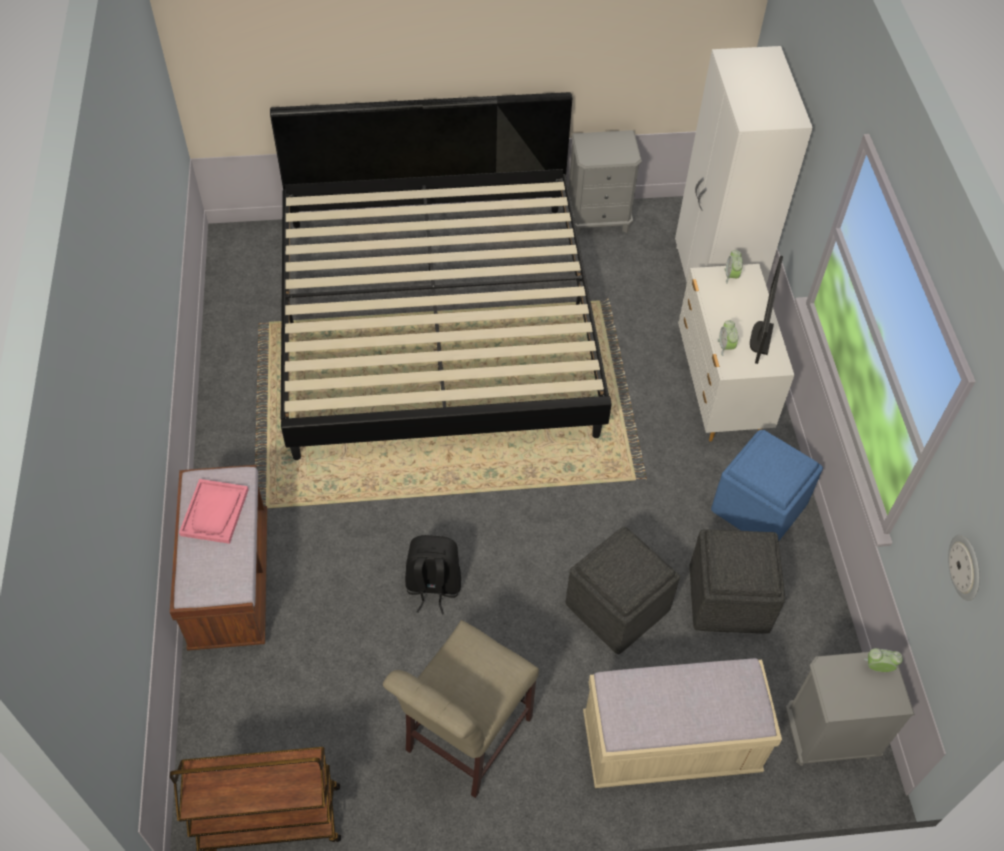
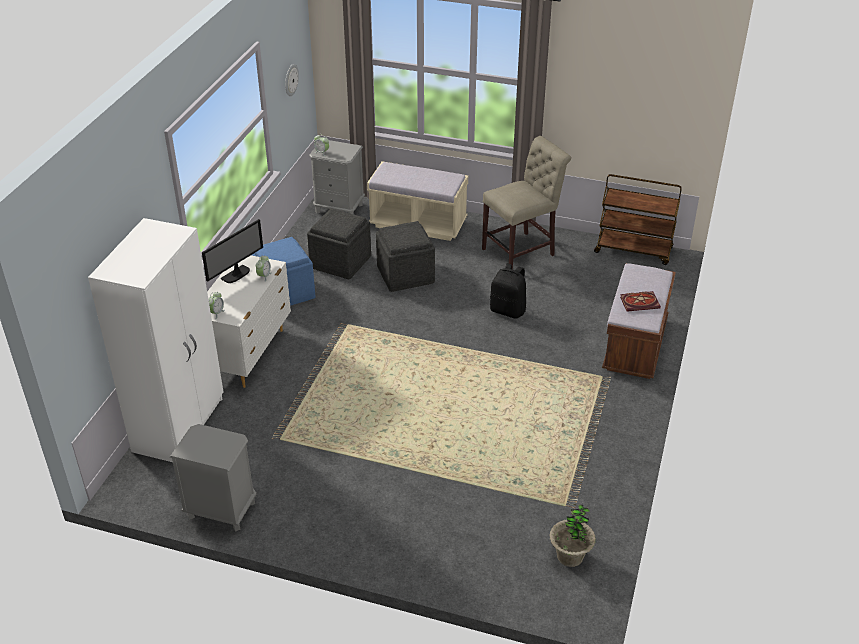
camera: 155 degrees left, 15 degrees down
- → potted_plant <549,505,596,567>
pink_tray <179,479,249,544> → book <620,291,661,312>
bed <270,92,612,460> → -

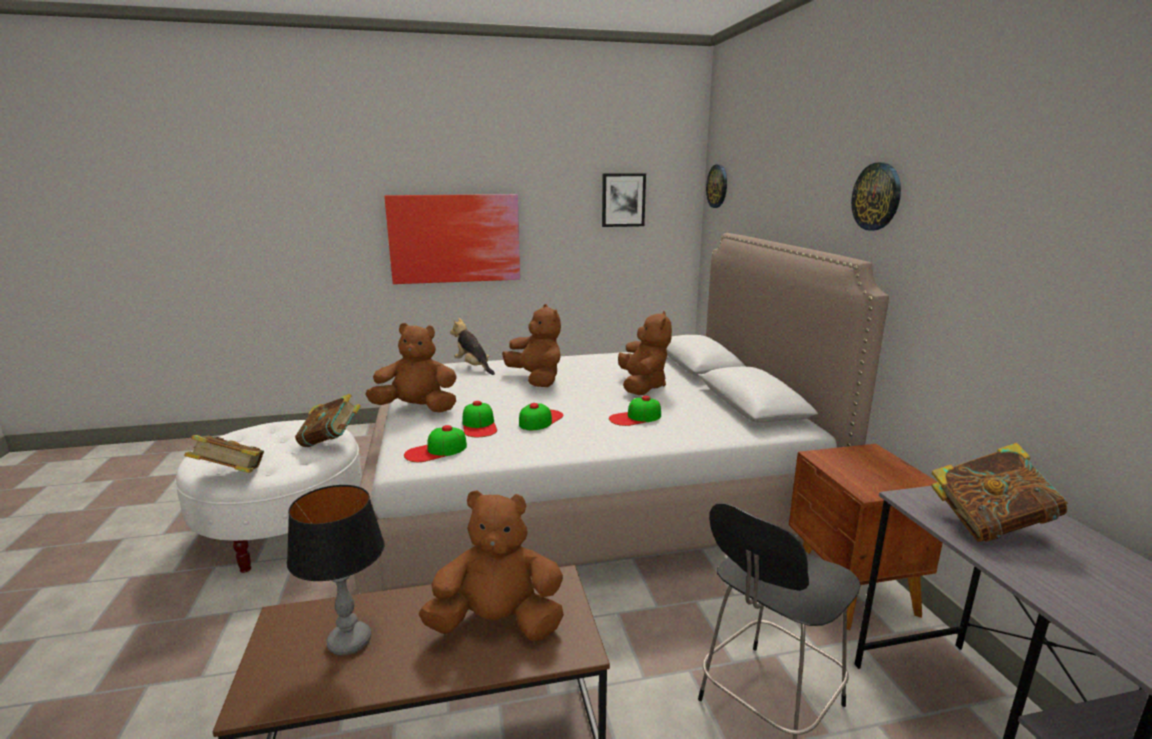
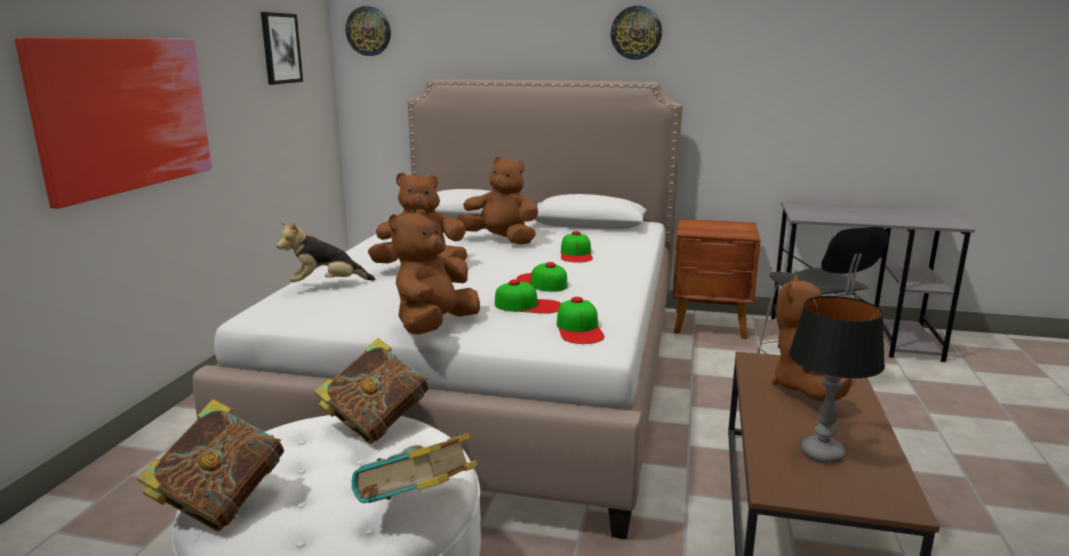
camera: 65 degrees left, 0 degrees up
book <932,443,1068,542> → book <137,399,284,531>, shifted

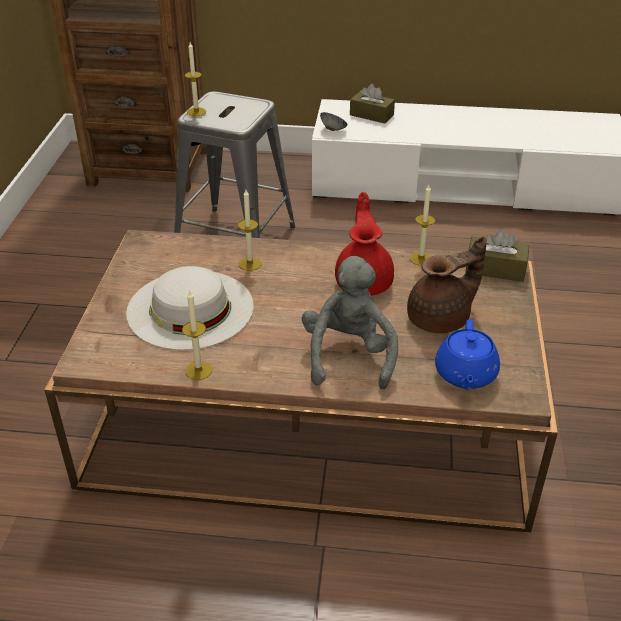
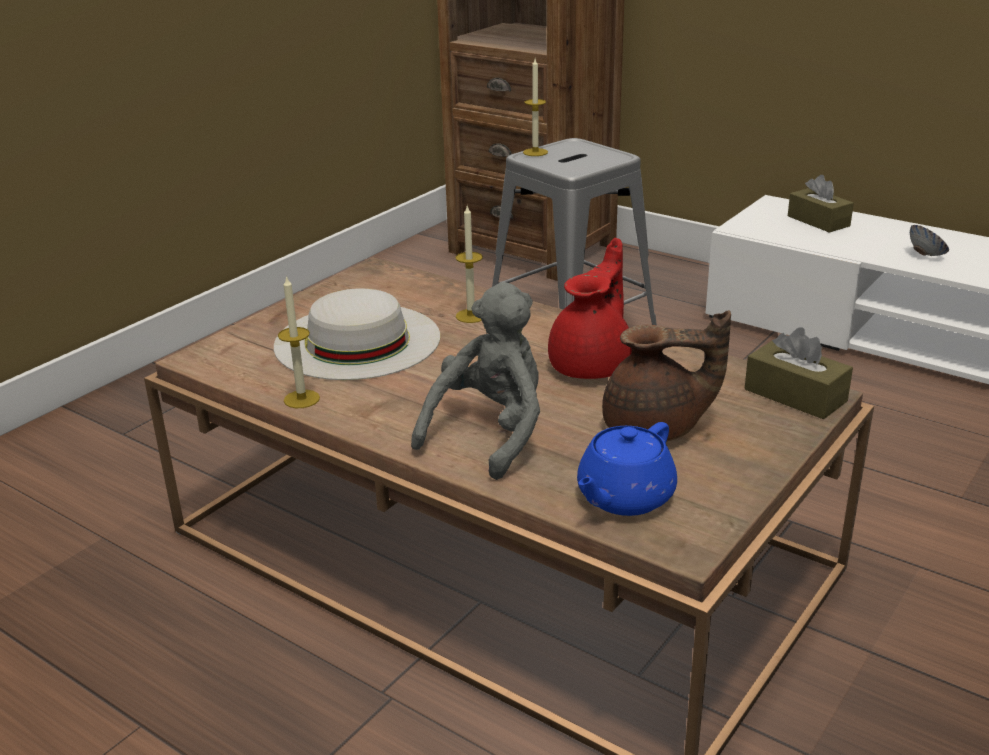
camera: 30 degrees right, 10 degrees down
bowl <320,112,348,131> → bowl <910,225,949,256>, shifted
candle <410,185,435,266> → -

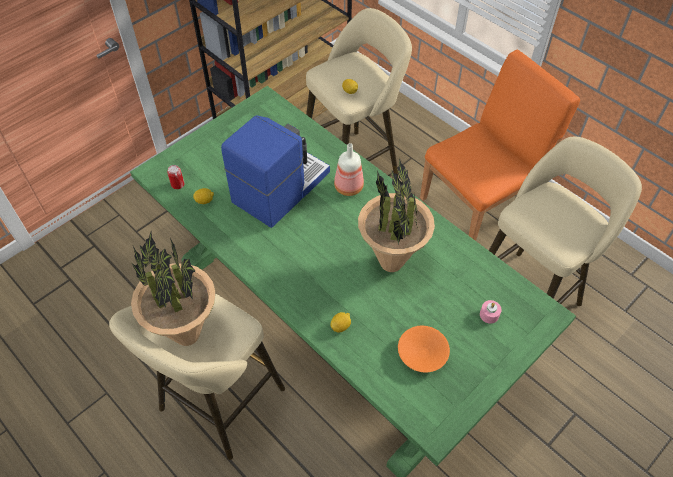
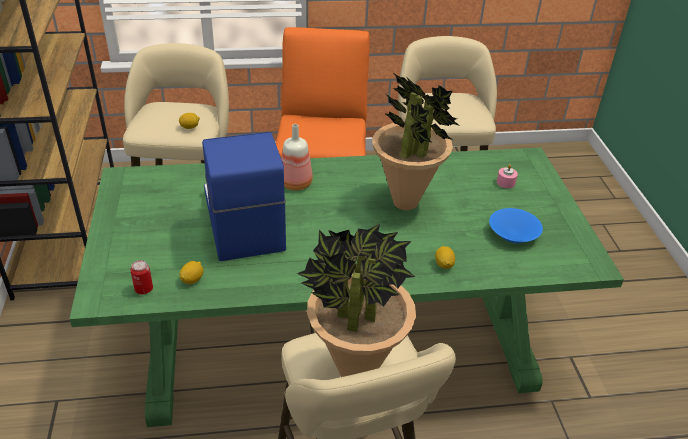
camera: 55 degrees left, 15 degrees down
orange_bowl <398,326,450,372> → blue_bowl <489,208,543,243>

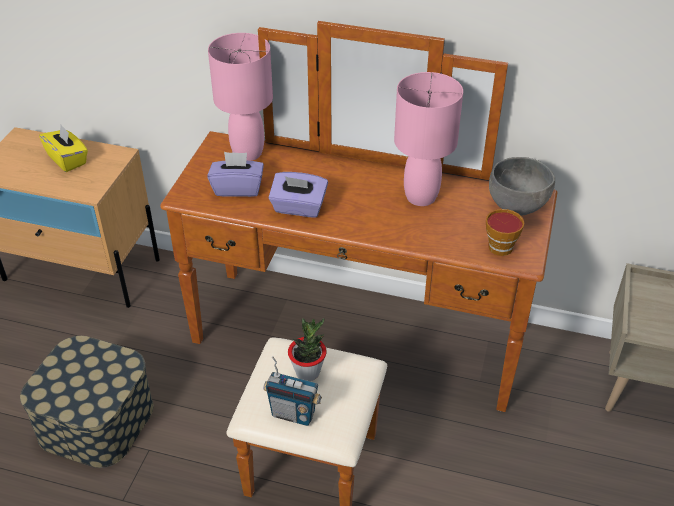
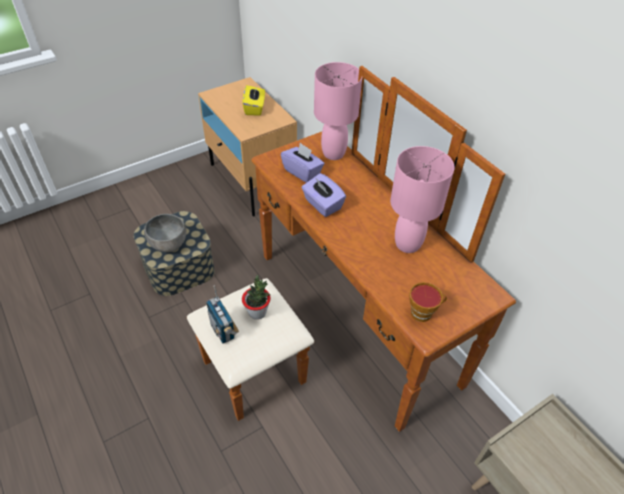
camera: 40 degrees right, 5 degrees up
grey_bowl <489,157,555,216> → grey_bowl <144,214,187,252>, shifted

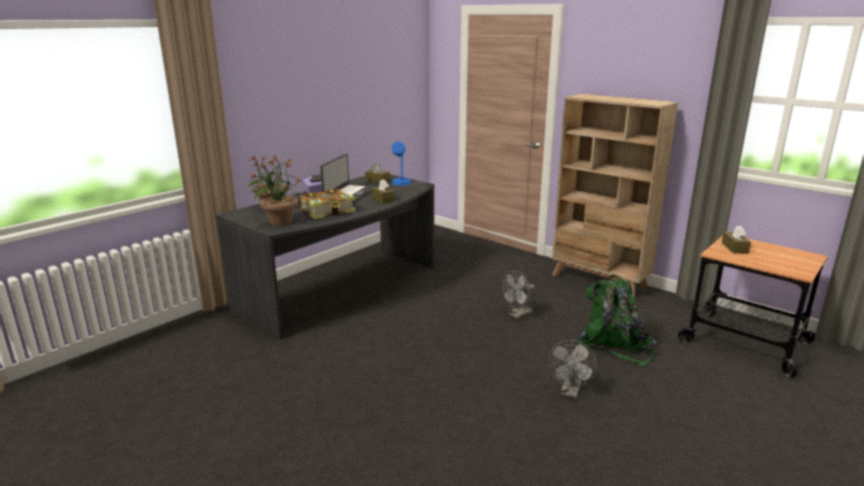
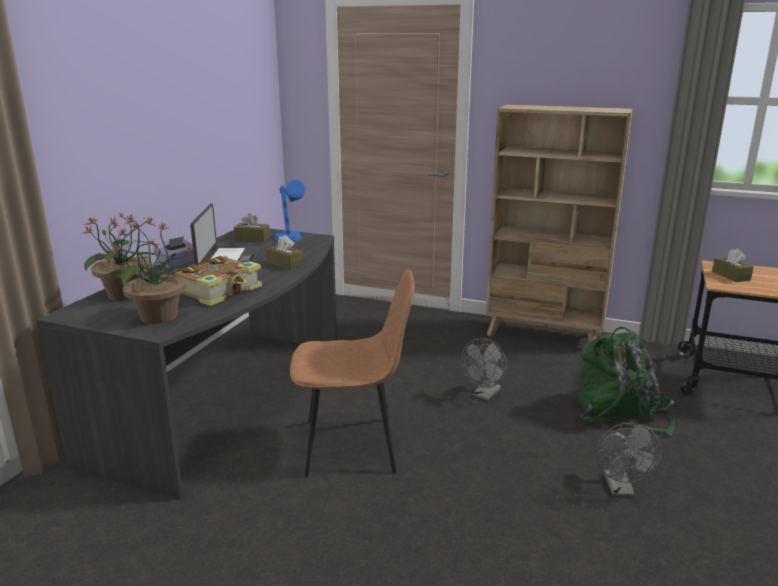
camera: 20 degrees left, 0 degrees up
- → brown_chair <290,269,415,477>

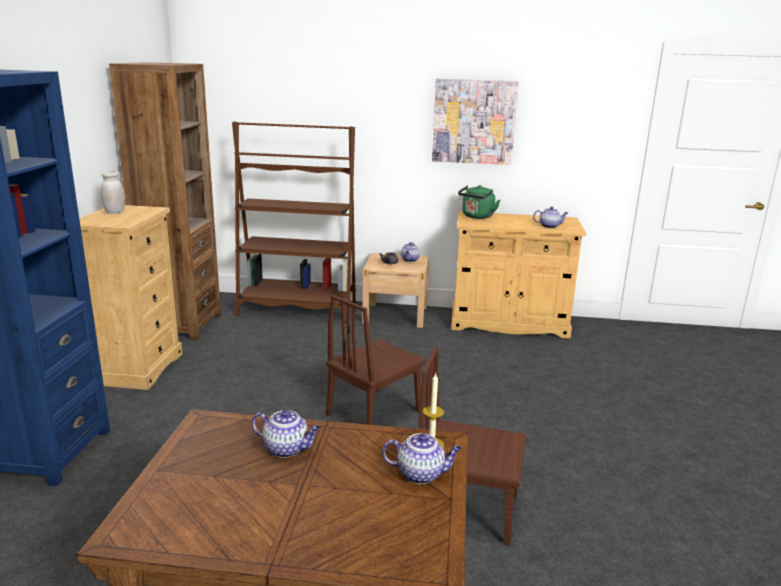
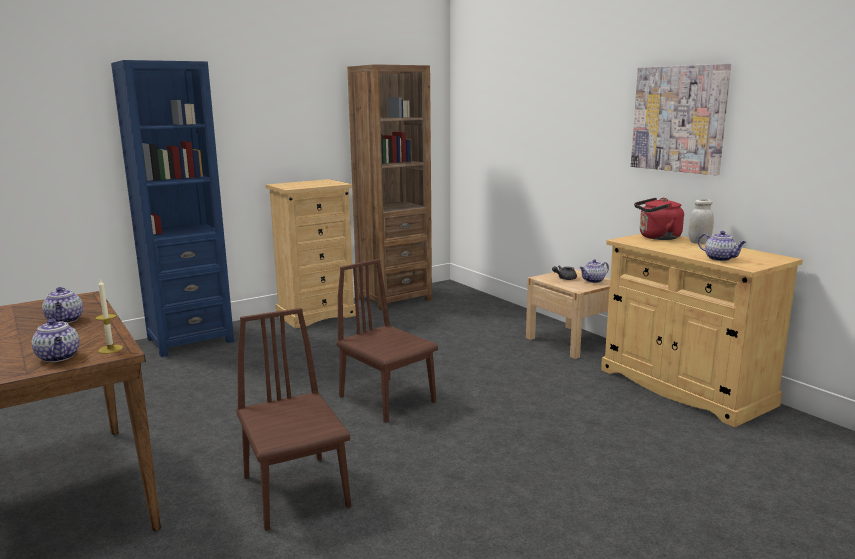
camera: 50 degrees right, 5 degrees down
brown_chair <326,295,426,425> → brown_chair <336,259,438,423>, 45 degrees clockwise
green_kettle <458,185,500,219> → red_kettle <634,198,684,240>
white_jar <101,171,125,214> → white_jar <688,199,714,244>, shifted
brown_bookcase <232,122,356,324> → -

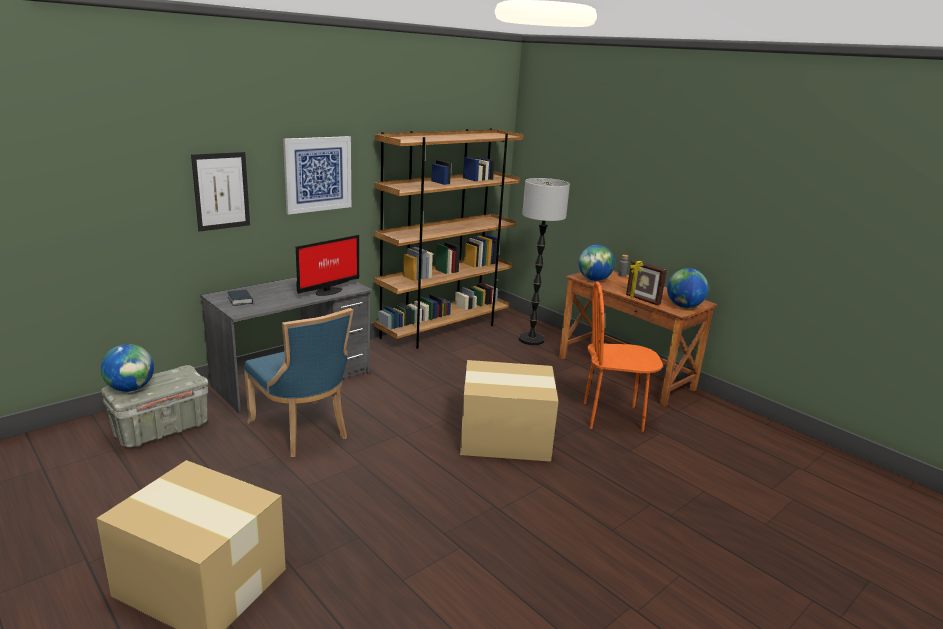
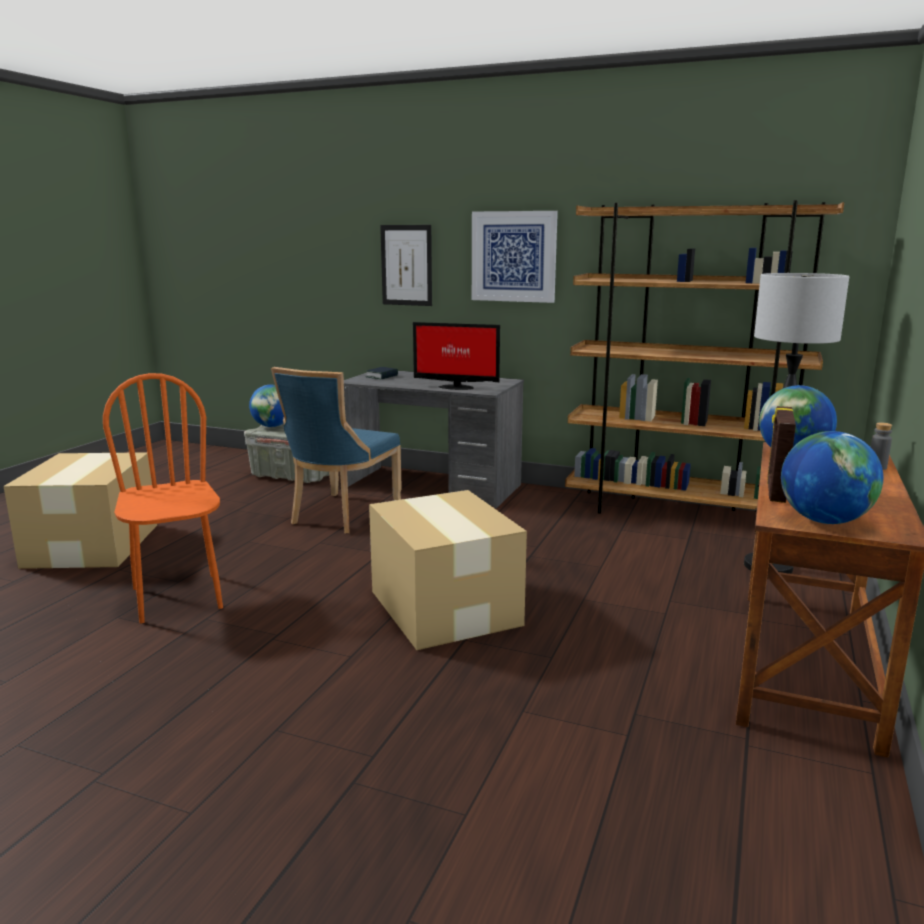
camera: 65 degrees right, 5 degrees down
orange_chair <584,282,663,432> → orange_chair <103,373,223,623>, shifted

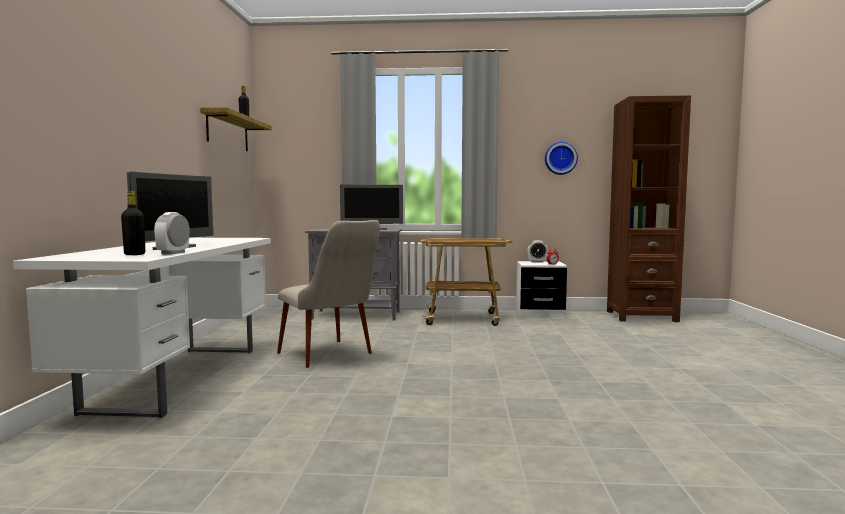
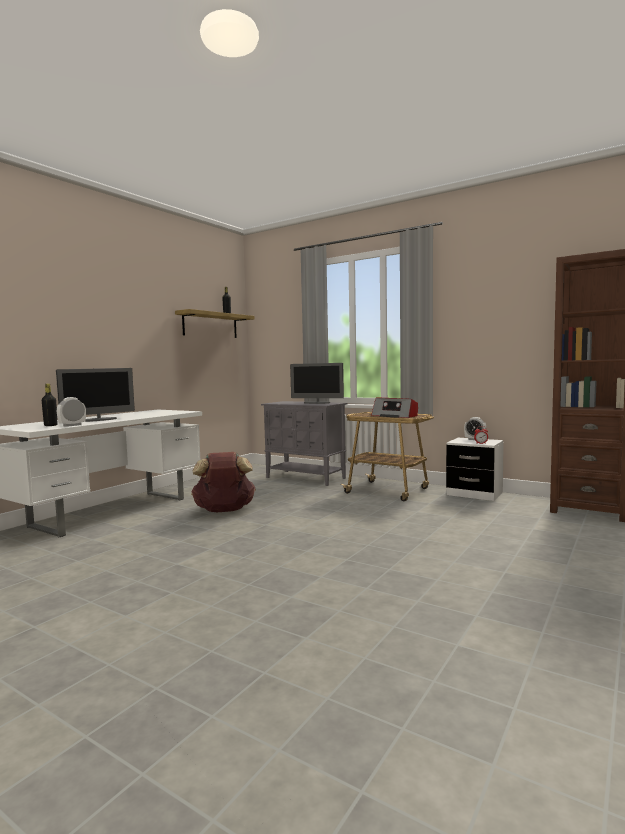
camera: 30 degrees right, 0 degrees up
beige_chair <277,220,380,368> → brown_backpack <191,452,256,512>
- → radio <371,398,418,418>
wall_clock <545,142,578,175> → -

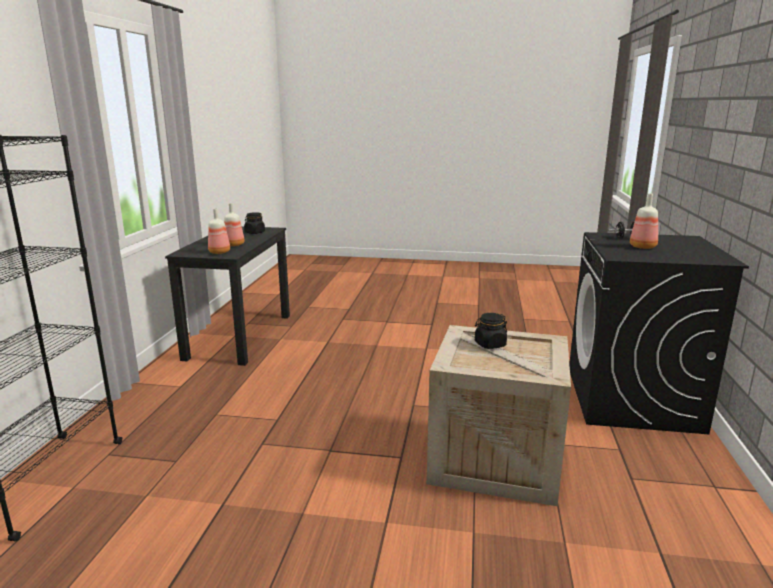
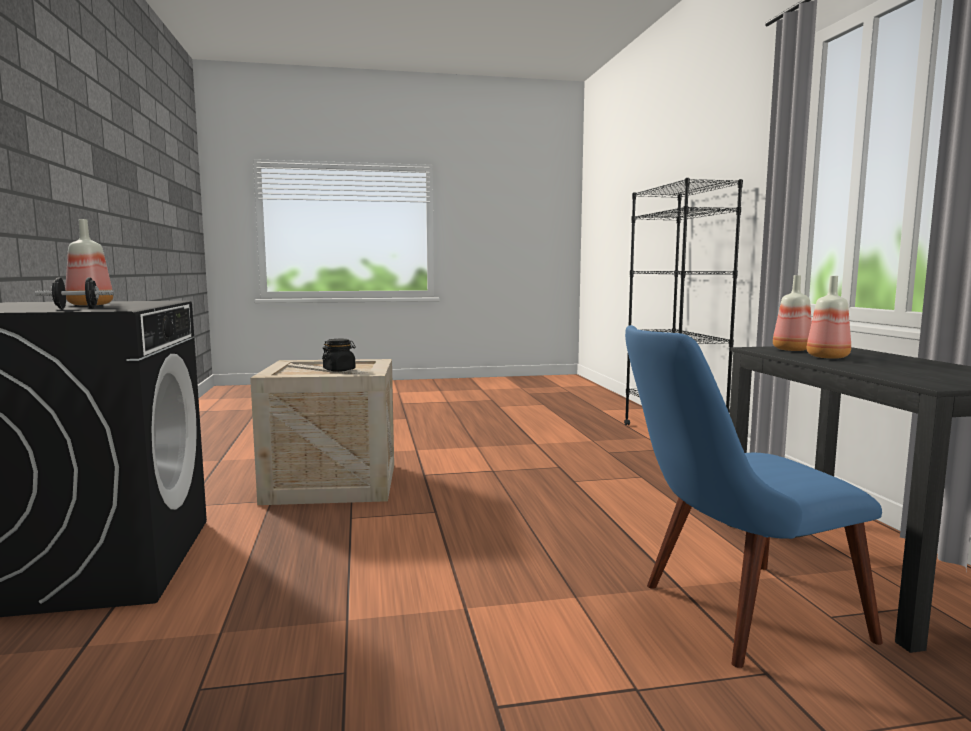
camera: 160 degrees right, 10 degrees down
- → blue_chair <625,325,883,668>
black_jar <244,212,265,234> → -

